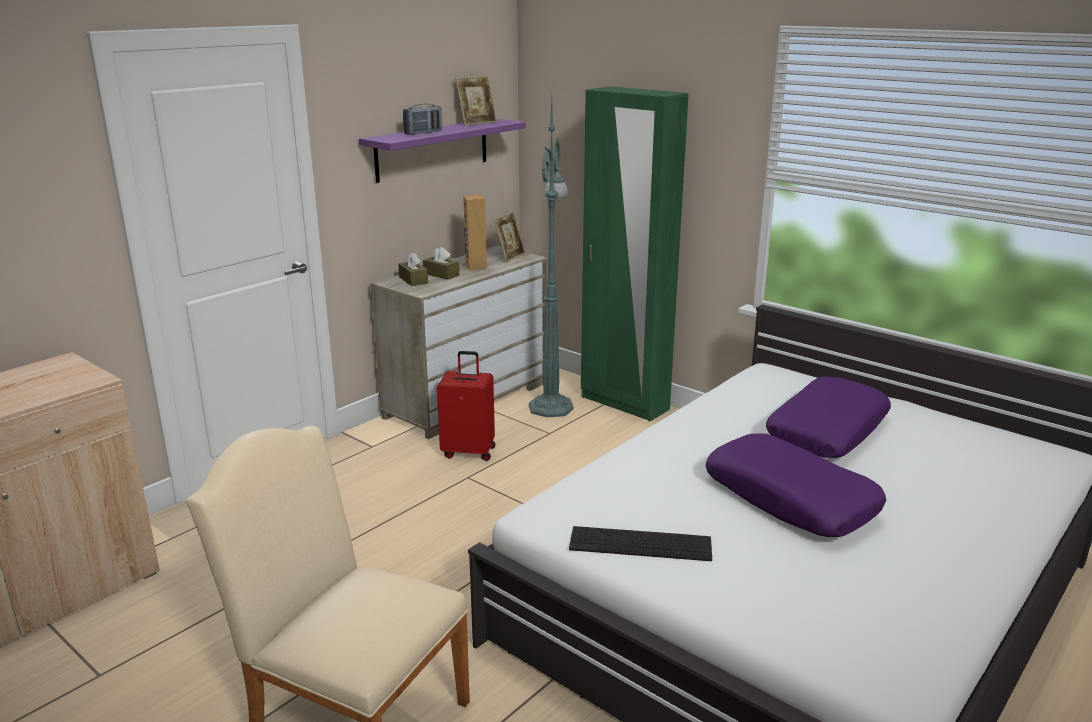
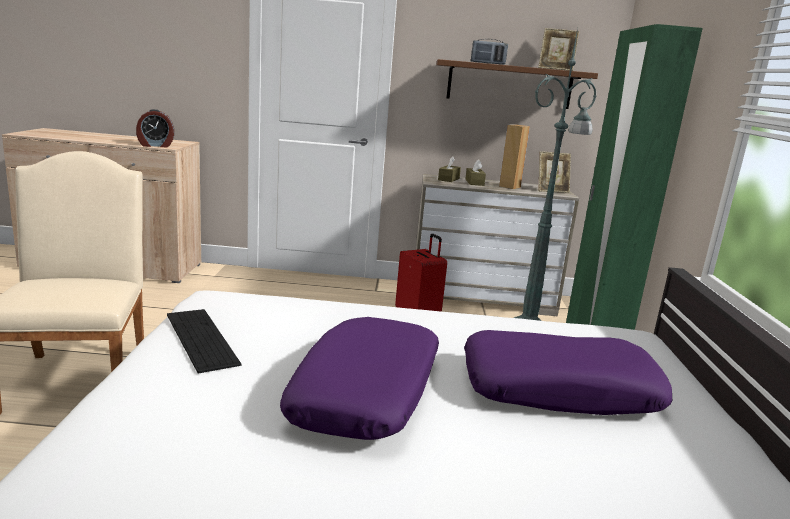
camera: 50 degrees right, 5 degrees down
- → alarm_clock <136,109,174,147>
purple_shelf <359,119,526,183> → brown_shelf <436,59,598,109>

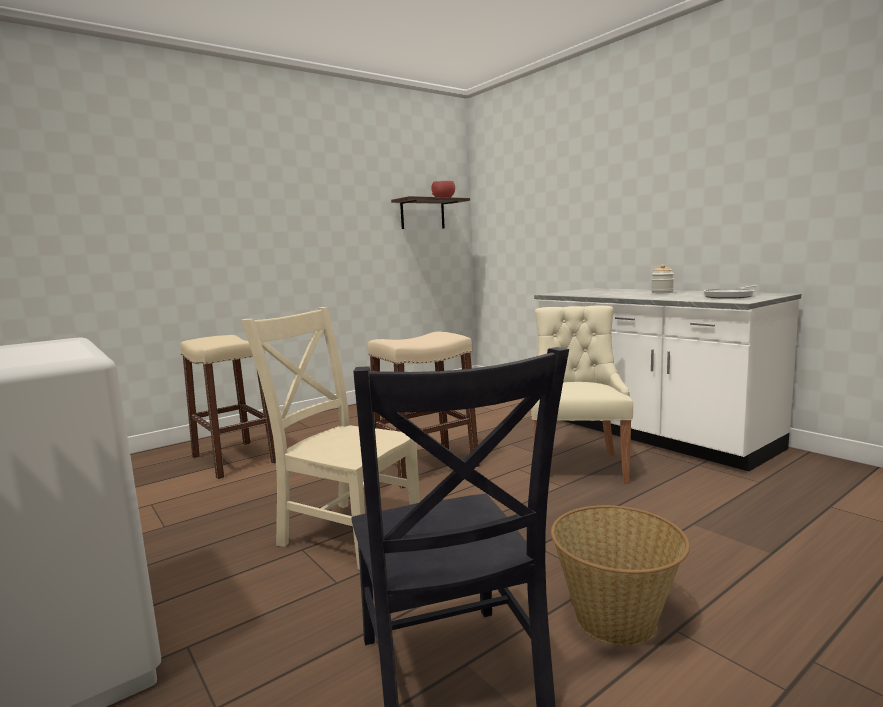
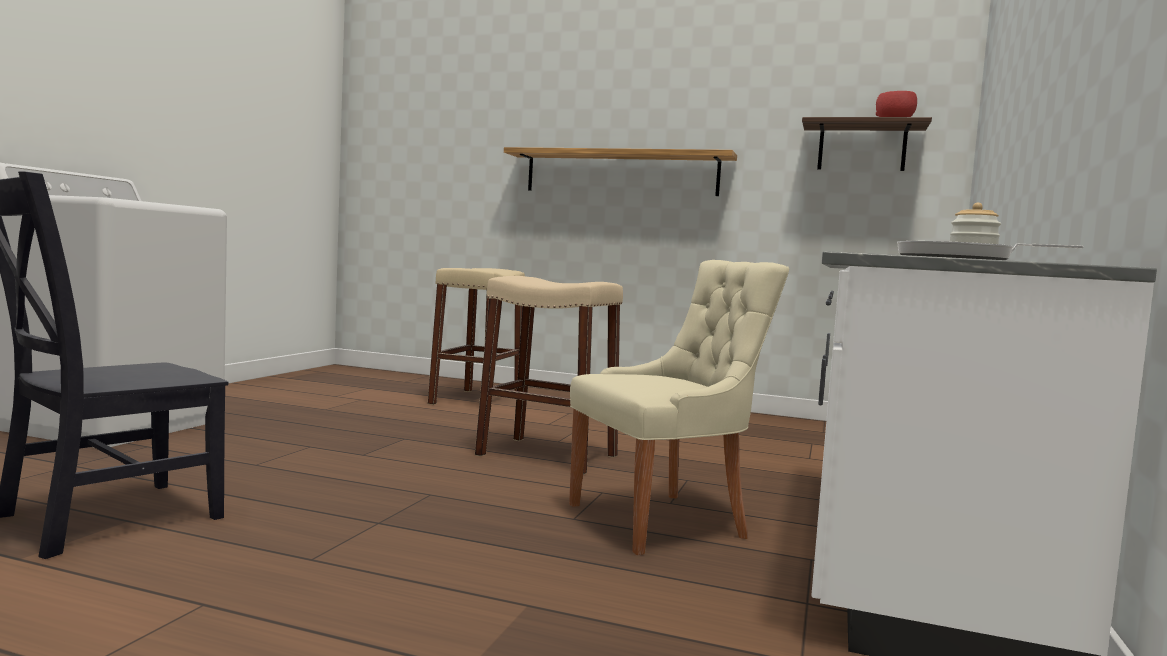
camera: 55 degrees right, 5 degrees down
- → shelf <504,147,737,196>
beige_chair <241,307,420,570> → -
basket <551,505,690,646> → -

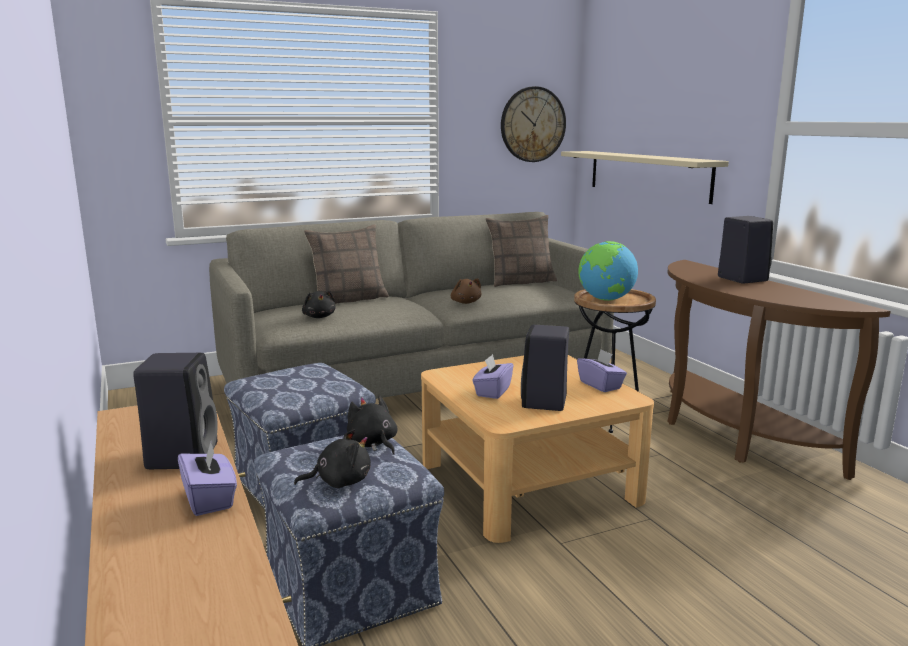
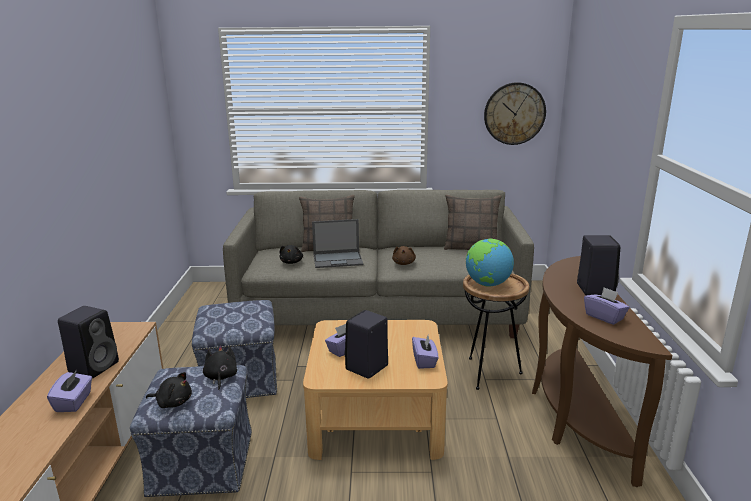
camera: 25 degrees right, 5 degrees up
- → laptop <312,219,363,268>
- → purple_tissue_box <584,287,630,325>
beige_shelf <561,151,729,204> → -

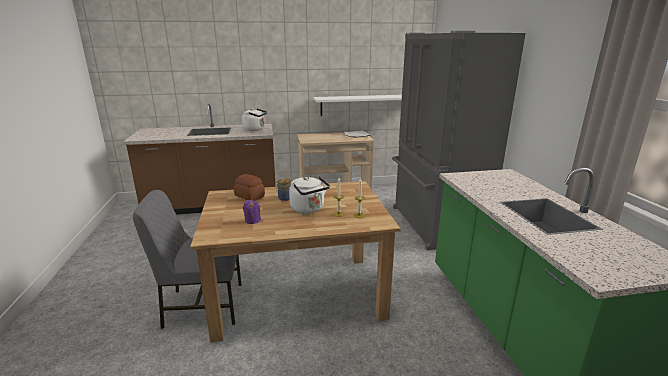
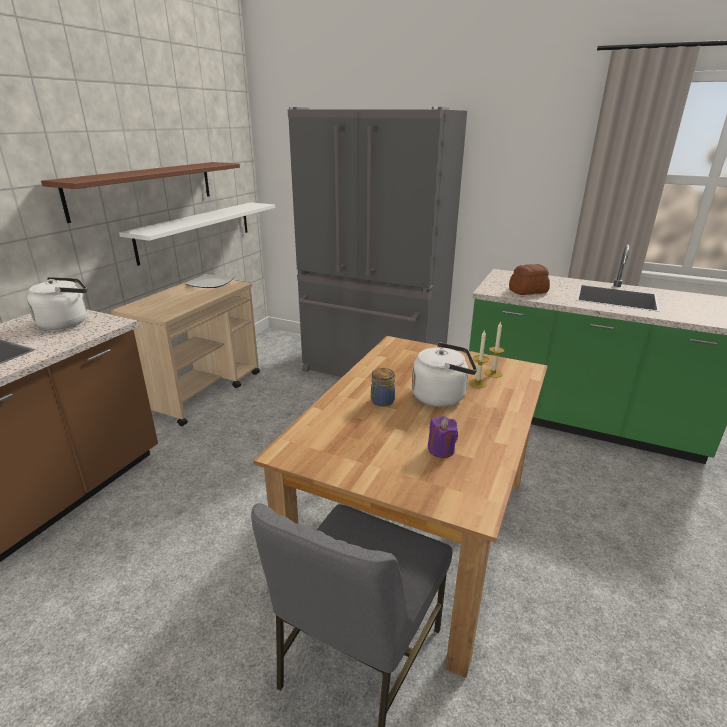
camera: 55 degrees left, 5 degrees up
- → brown_shelf <41,162,240,223>
bread <234,174,265,201> → bread <509,264,550,295>, shifted

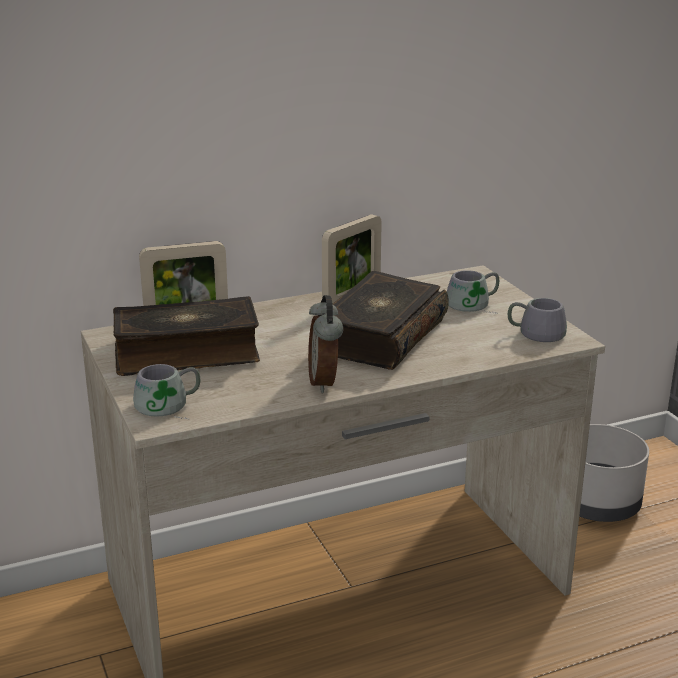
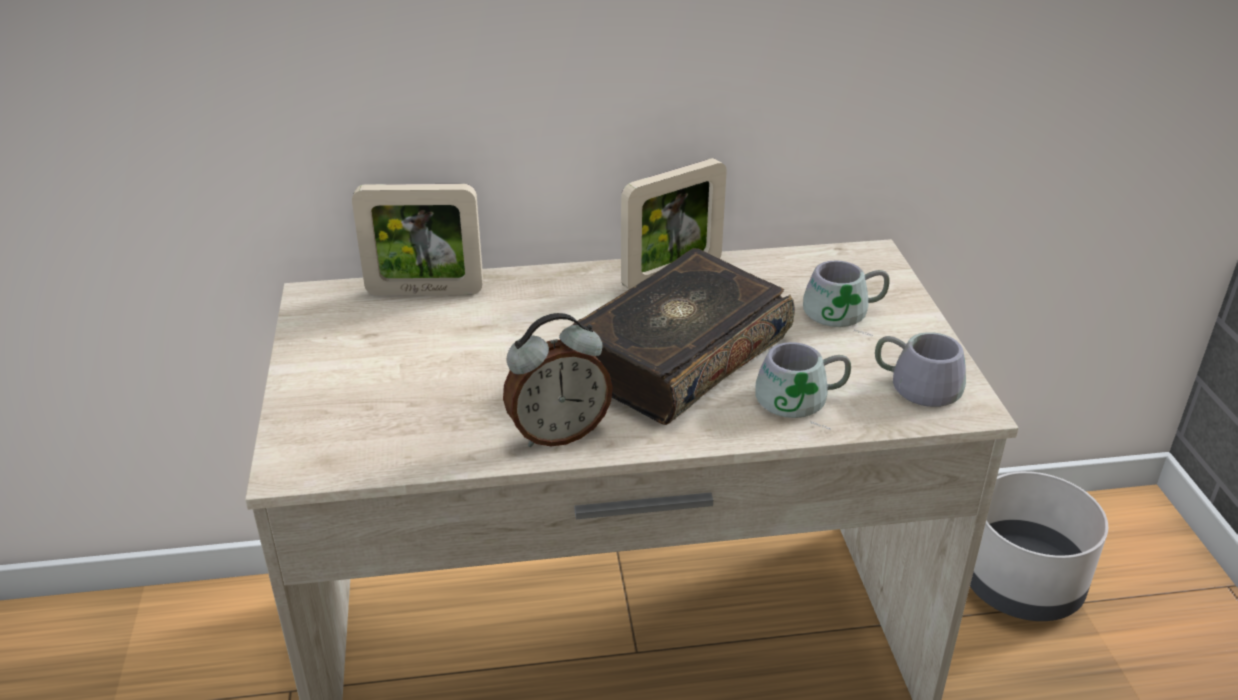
camera: 15 degrees right, 10 degrees up
alarm_clock <308,295,343,393> → alarm_clock <503,313,613,447>, 120 degrees counterclockwise
grey_mug <133,364,200,419> → grey_mug <755,342,851,430>, shifted
book <113,296,260,376> → -

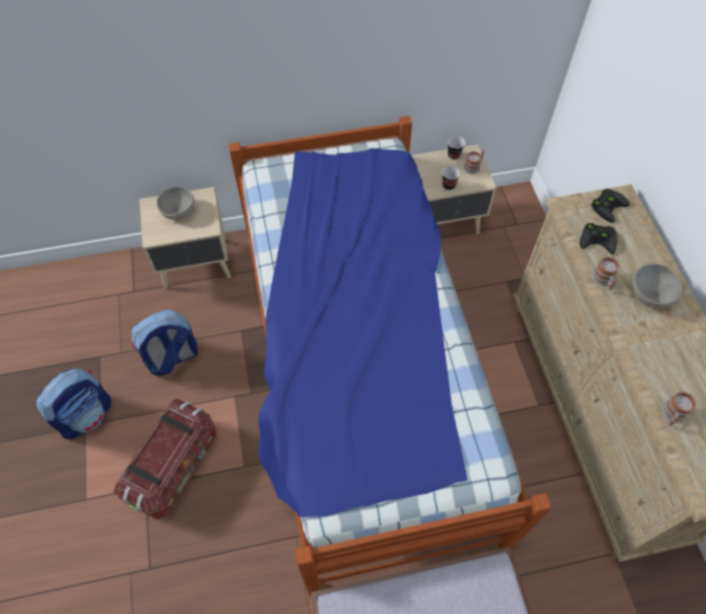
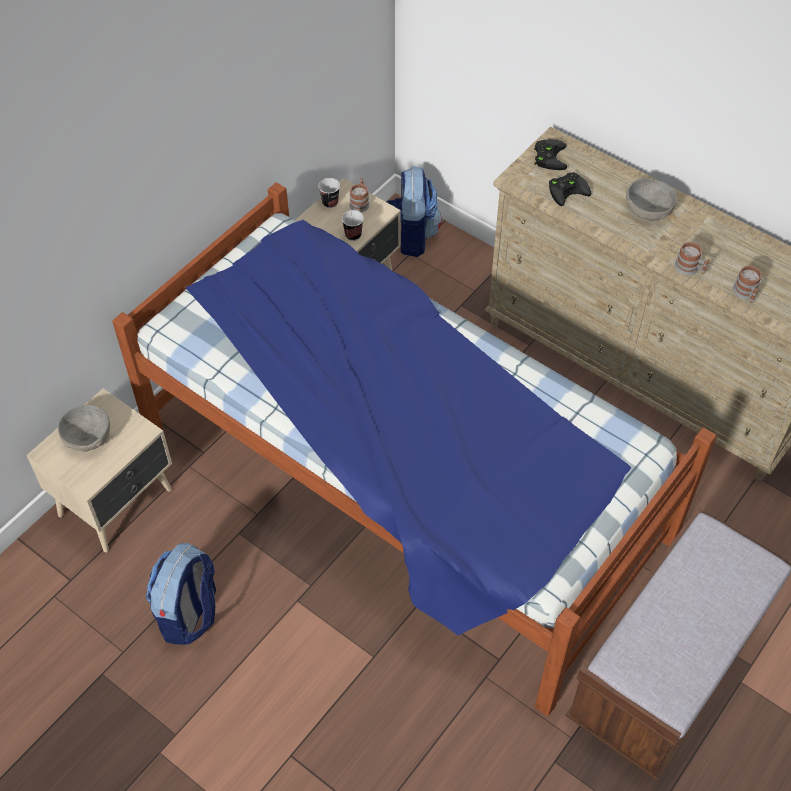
camera: 40 degrees left, 5 degrees down
backpack <36,369,111,439> → backpack <386,166,442,257>, shifted
mug <591,257,619,290> → mug <674,242,710,275>, shifted
storage_box <114,399,217,519> → -

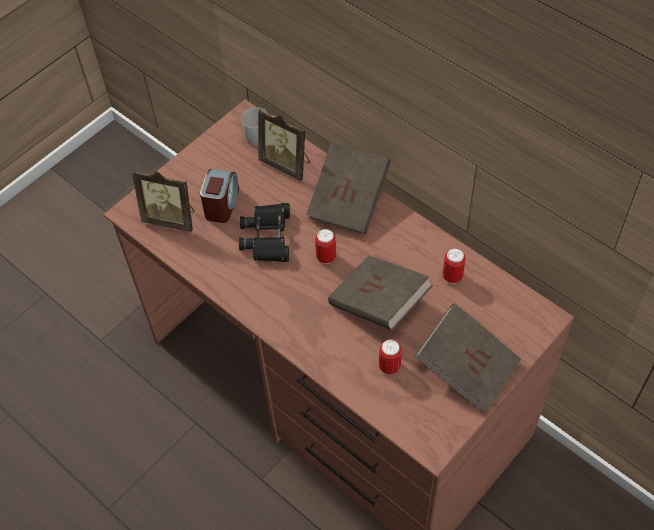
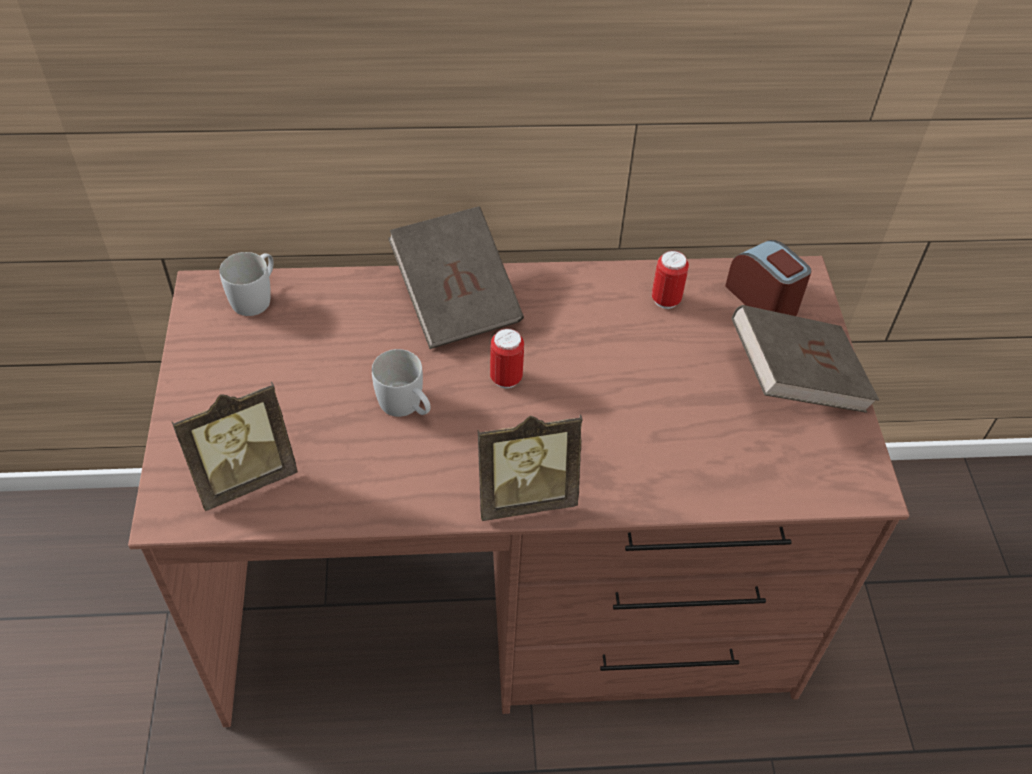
camera: 50 degrees left, 5 degrees down
black_binoculars <239,203,290,262> → white_mug <372,349,431,417>
picture_frame <258,108,310,181> → picture_frame <478,414,583,521>, shifted
alarm_clock <200,169,239,223> → alarm_clock <725,240,812,316>, shifted
brown_book <328,255,433,330> → -
can <379,339,402,374> → -

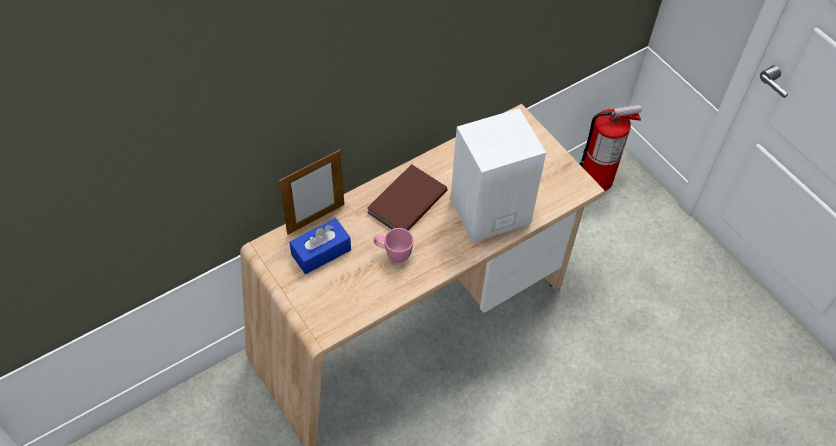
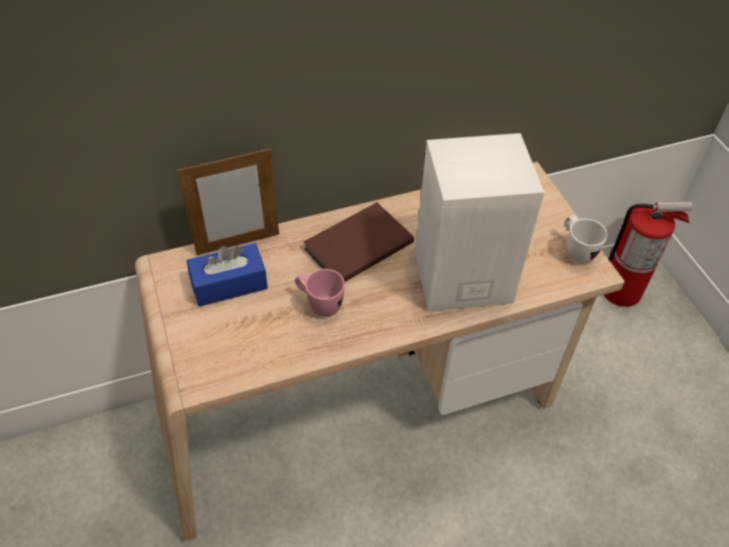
camera: 15 degrees right, 5 degrees down
- → white_mug <565,215,608,264>

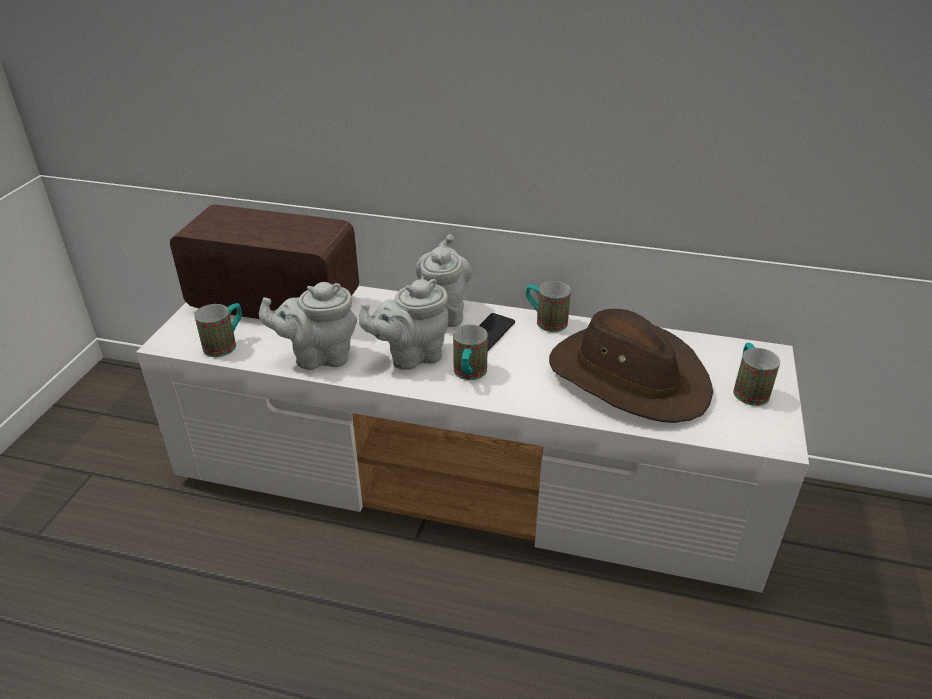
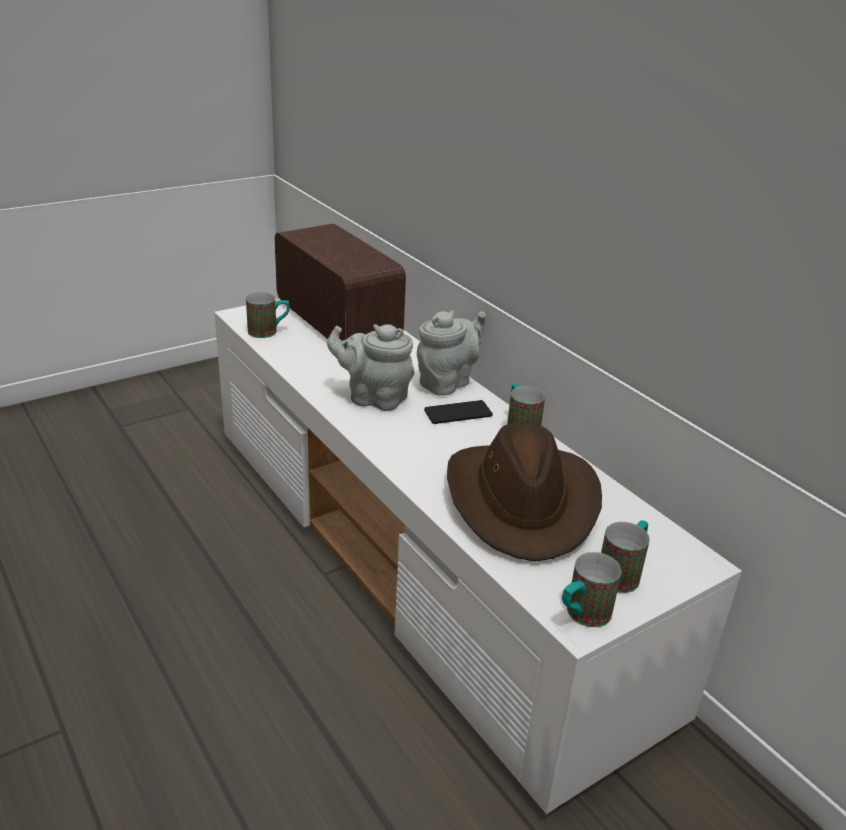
camera: 40 degrees right, 5 degrees down
mug <453,325,488,380> → mug <562,552,621,627>, shifted
grey_teapot <259,282,357,370> → -

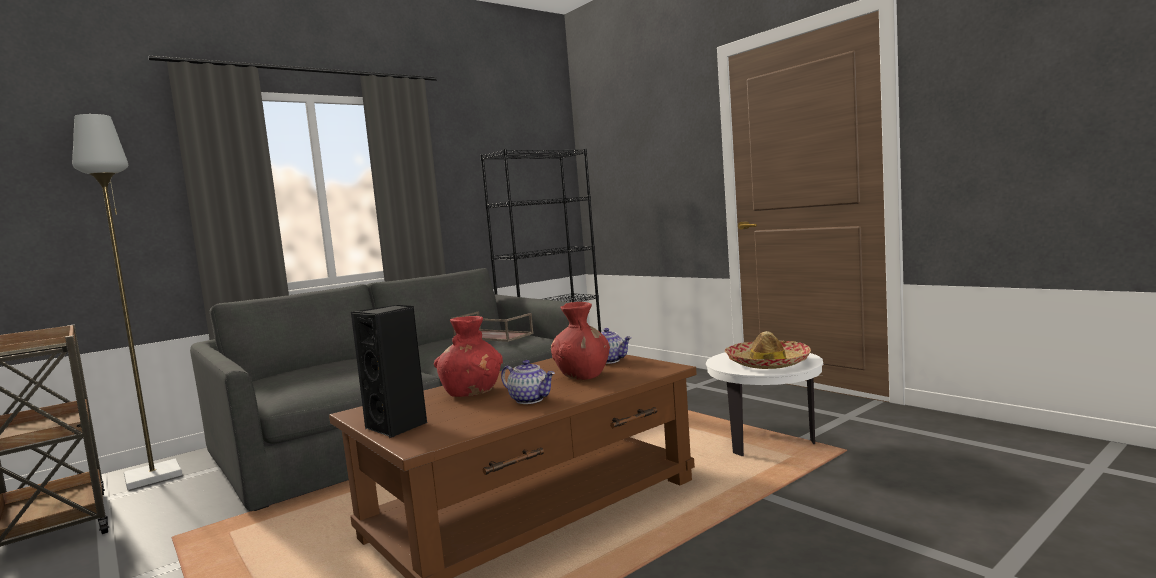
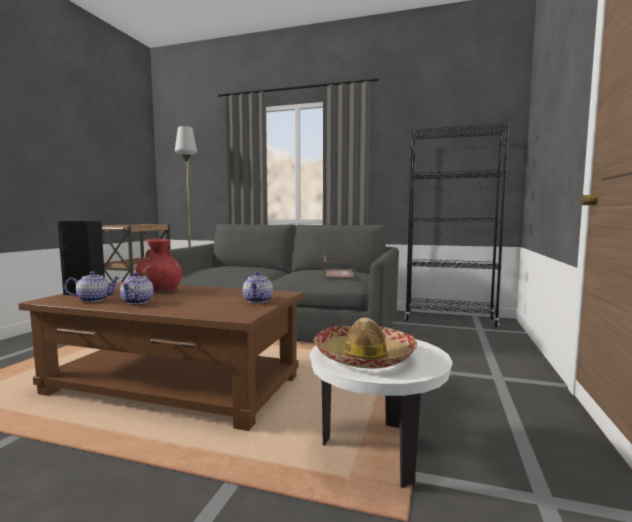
camera: 55 degrees right, 0 degrees up
- → teapot <64,271,120,302>
red_vase <551,302,610,380> → -

